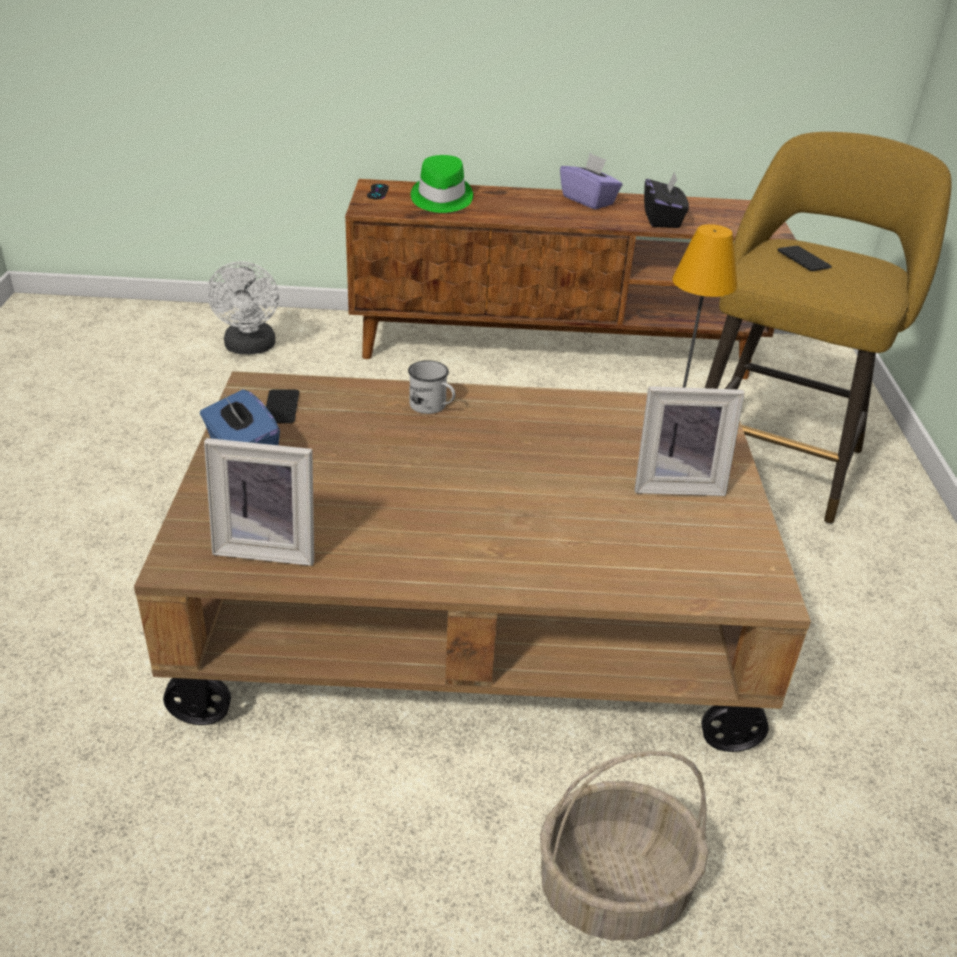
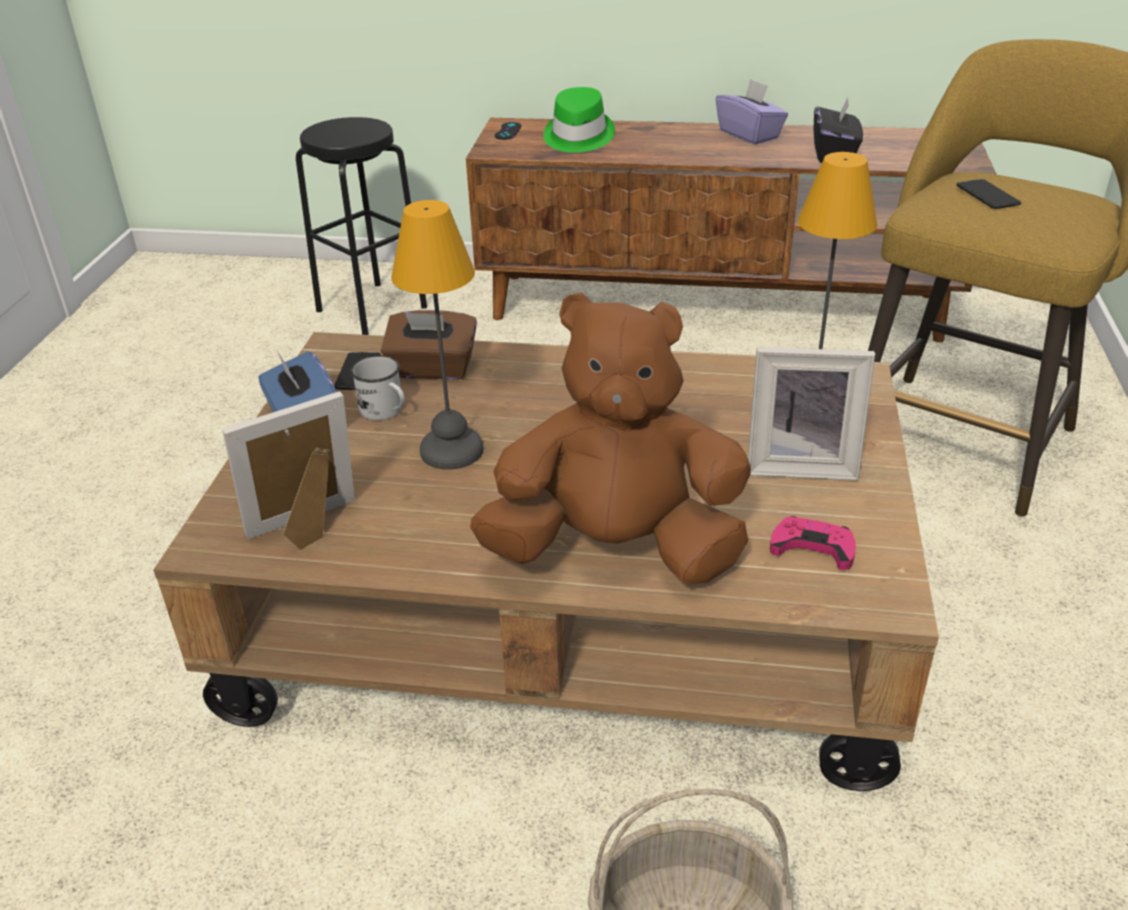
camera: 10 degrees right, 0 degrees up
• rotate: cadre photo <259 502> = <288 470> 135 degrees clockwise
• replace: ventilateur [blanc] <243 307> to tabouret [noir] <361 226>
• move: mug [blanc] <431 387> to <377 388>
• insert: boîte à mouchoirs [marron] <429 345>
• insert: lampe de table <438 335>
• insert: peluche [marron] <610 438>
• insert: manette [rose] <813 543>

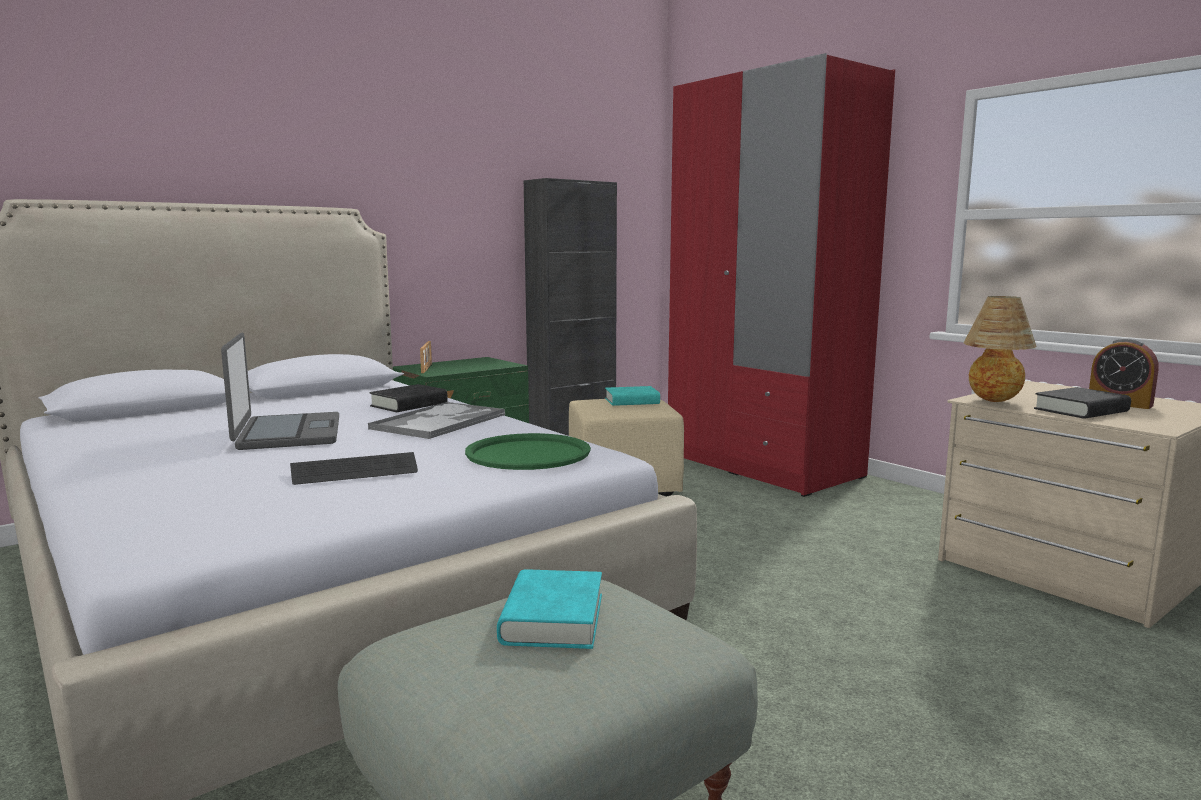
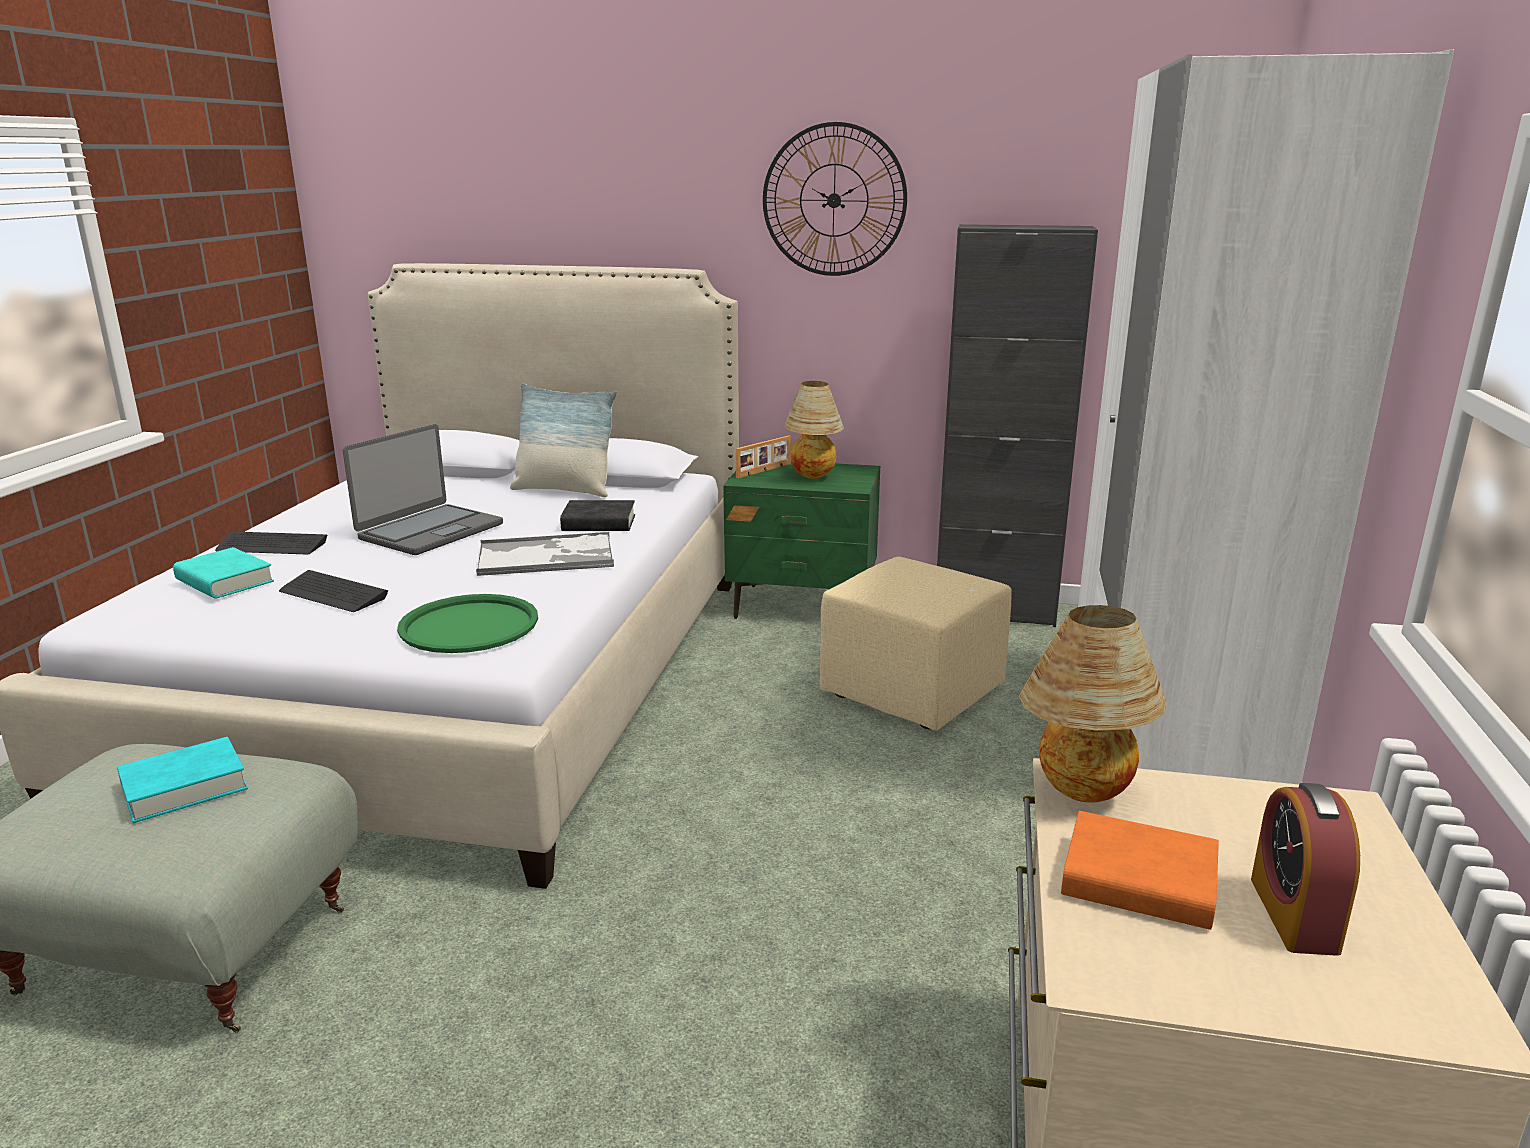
camera: 50 degrees right, 10 degrees up
• move: livre [turquoise] <632 396> to <223 573>
• insert: clavier <271 542>
• insert: coussin <563 440>
• insert: horloge murale <835 199>
• insert: lampe de table <814 430>
• recolor: livre [noir] <1082 403> to livre [orange] <1140 870>
• recolor: armoire [rouge] <781 275> to armoire [blanc] <1266 416>

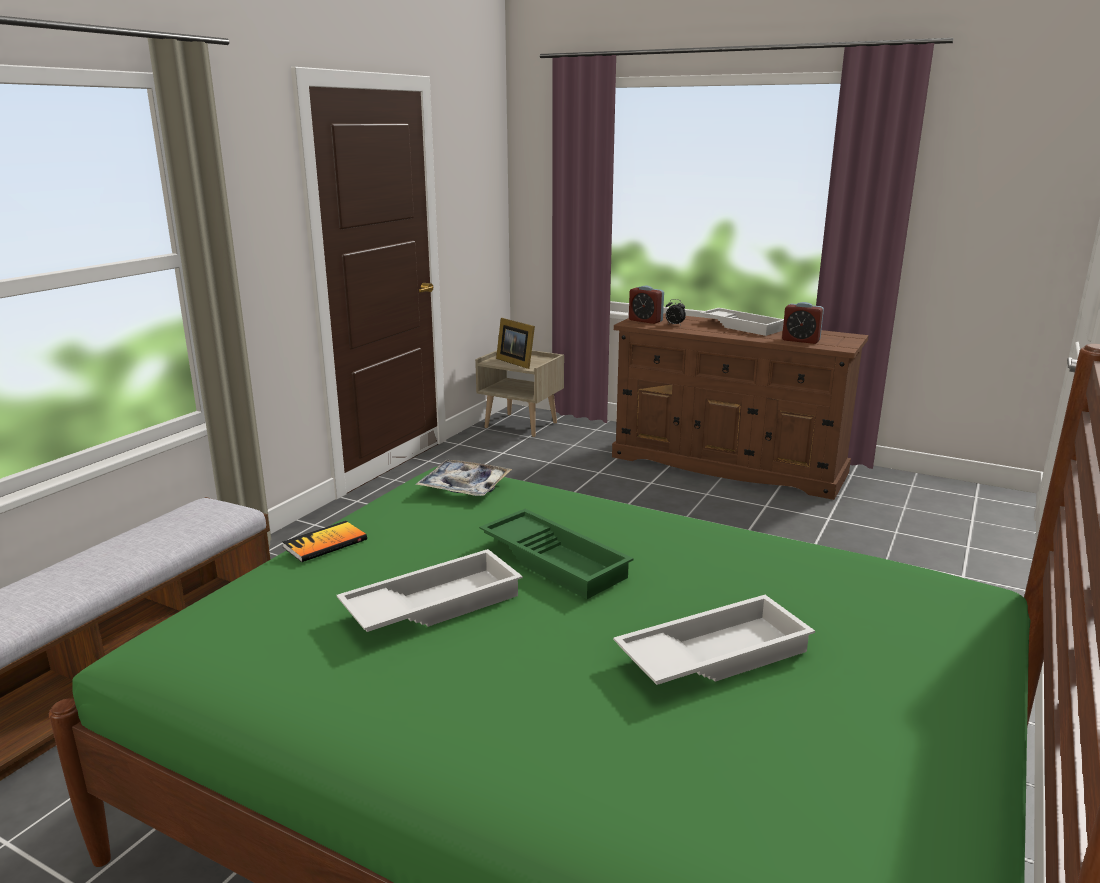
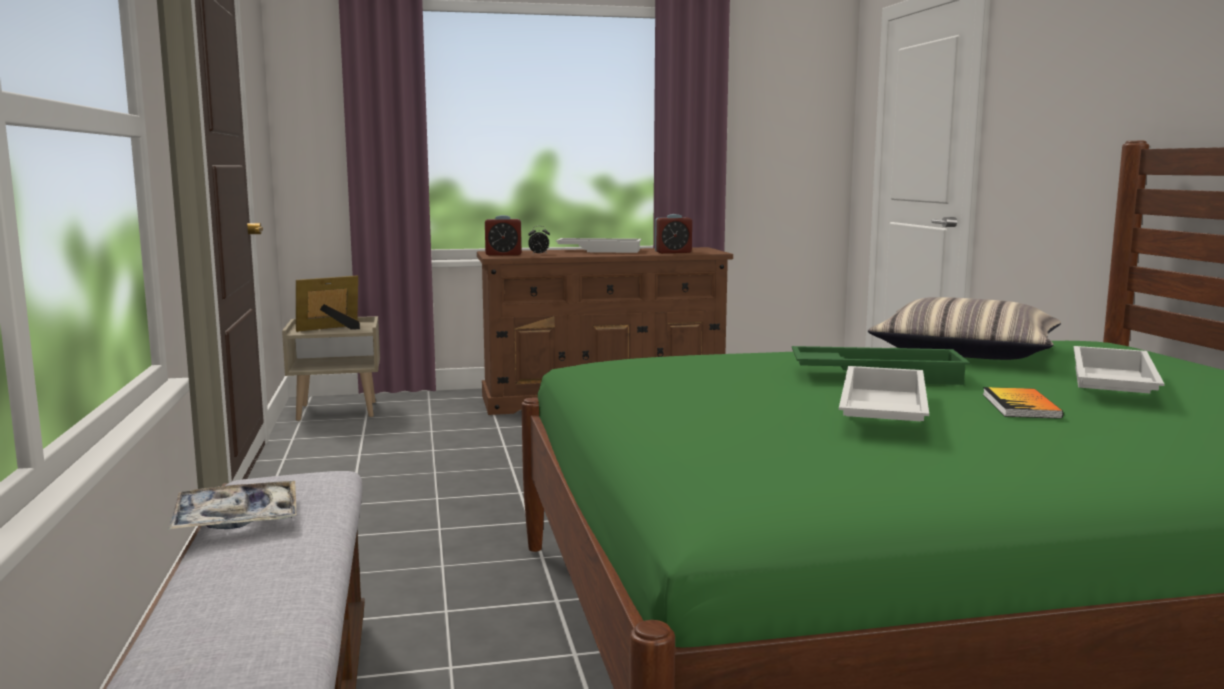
camera: 40 degrees left, 10 degrees down
• move: plateau <463 478> to <232 505>
• rotate: cadre photo <515 343> = <328 304> 135 degrees clockwise
• insert: coussin <964 328>
• move: livre <324 541> to <1023 403>

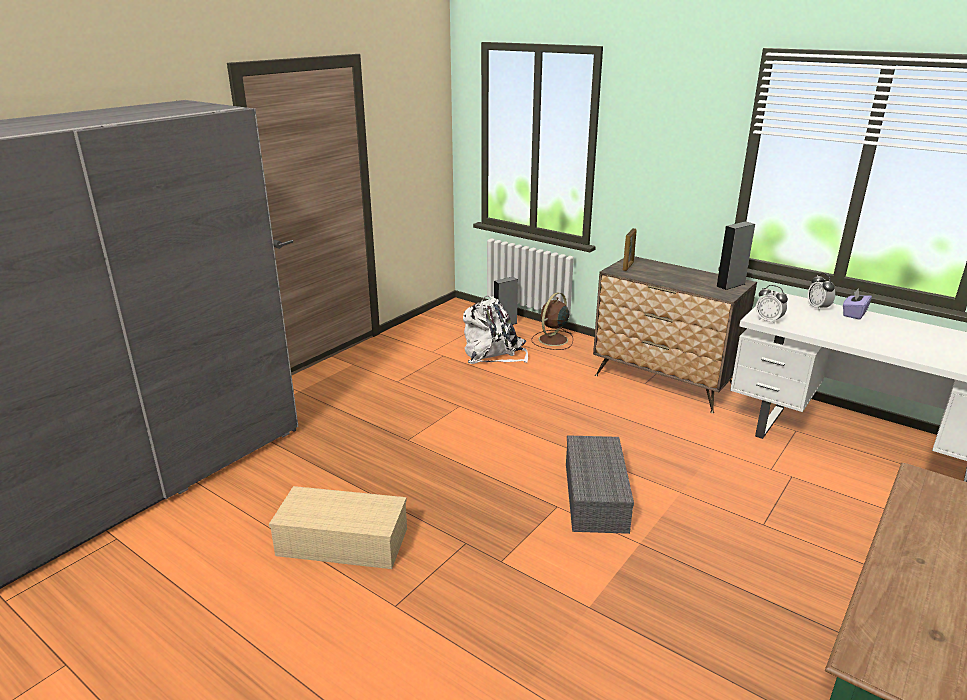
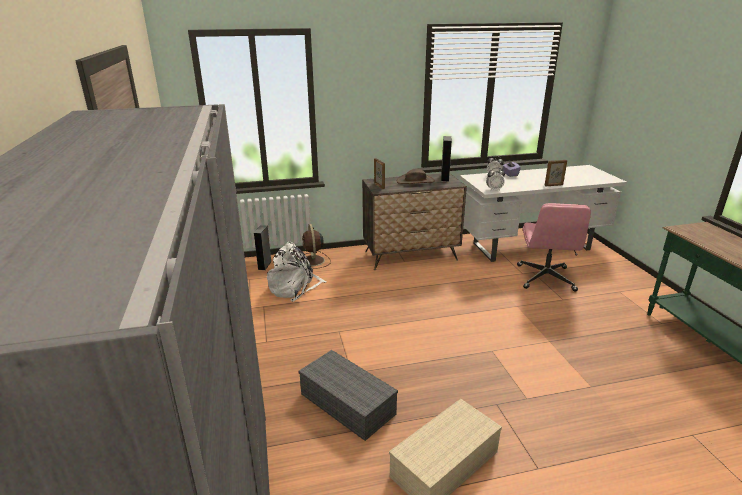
camera: 50 degrees left, 0 degrees up
• move: boîte de rangement [gris] <600 484> to <348 395>
• insert: chapeau [marron] <416 176>
• insert: chaise de bureau [rose] <554 247>
• insert: cadre photo <555 173>

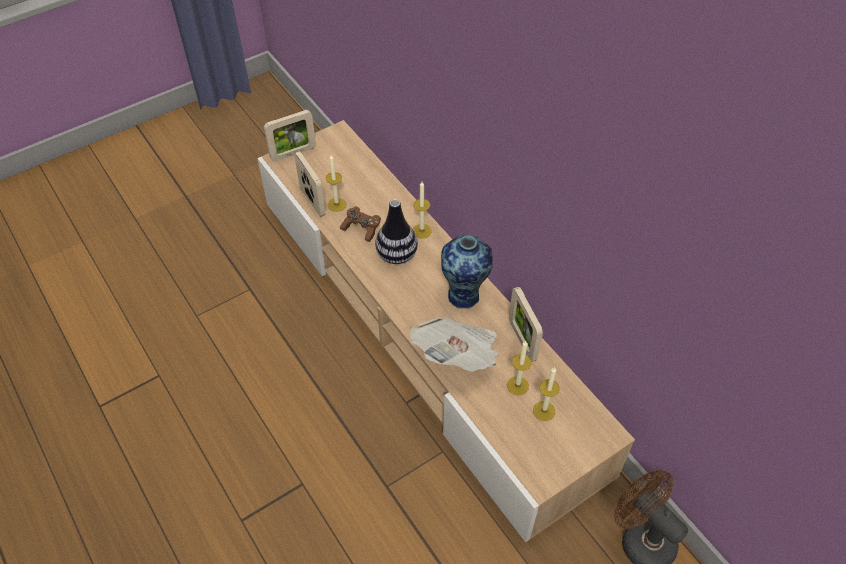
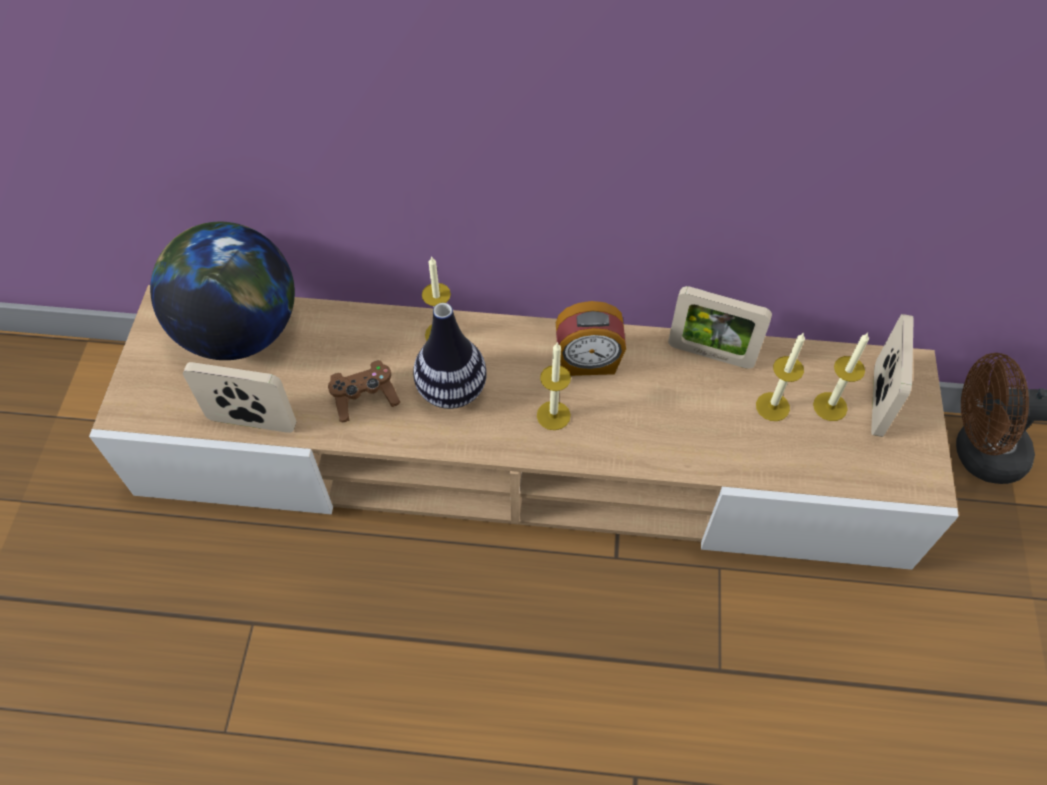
camera: 50 degrees left, 5 degrees up
• insert: globe <222 290>
• move: bougie <336 183> to <554 386>
• replace: vase <467 273> to réveil <591 338>
• move: cadre photo <290 136> to <892 375>
• delete: journal <454 343>

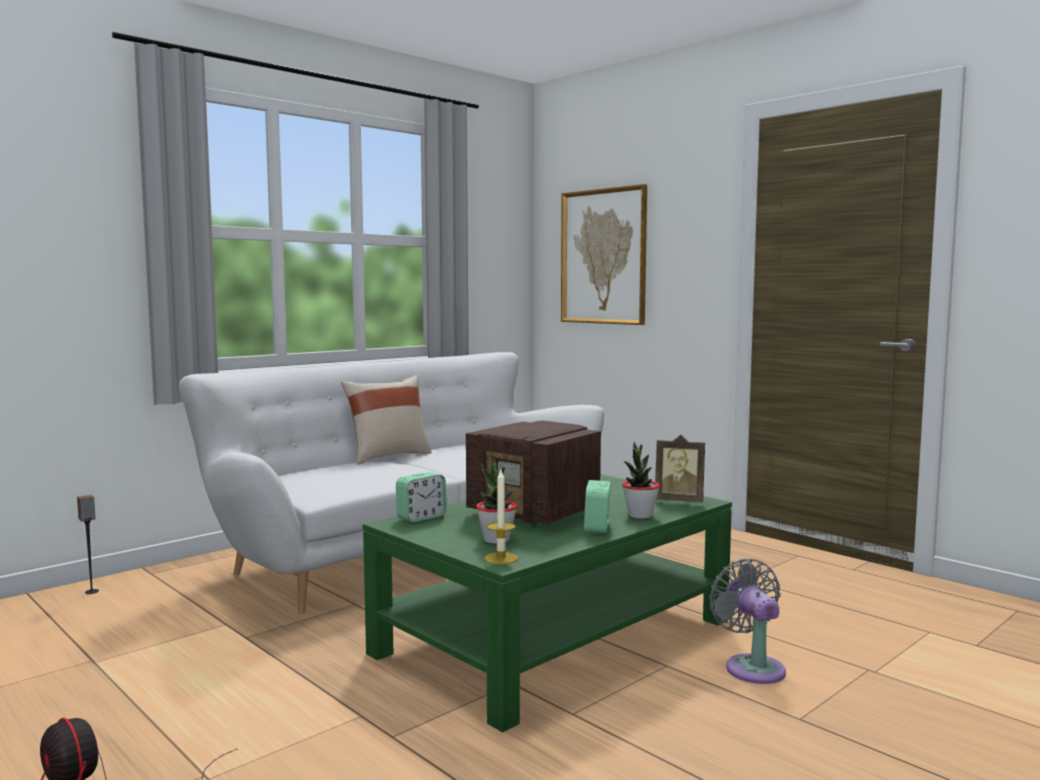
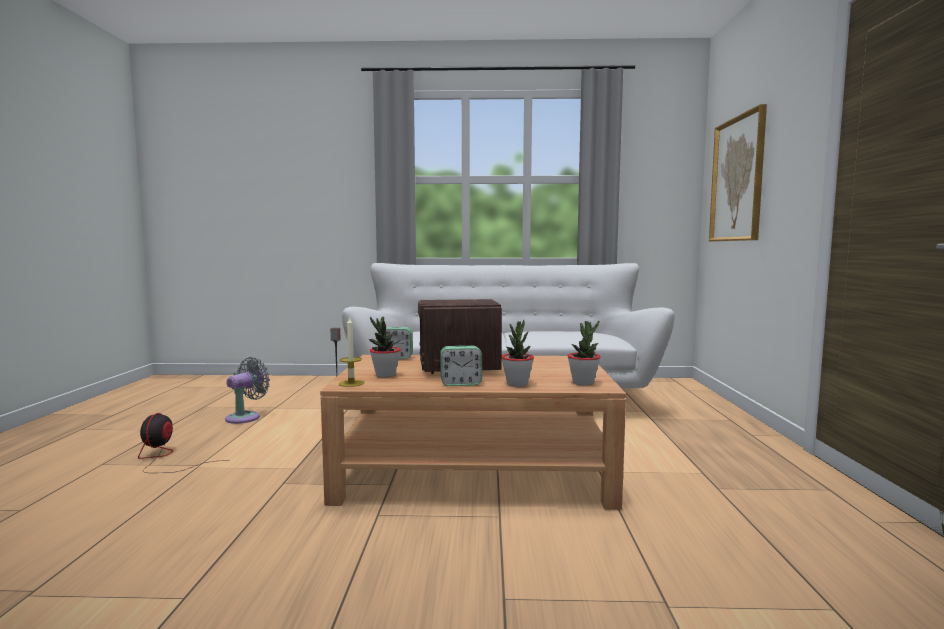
camera: 45 degrees right, 0 degrees up
• move: ventilateur [gris] <747 621> to <247 390>
• recolor: table basse [vert] <547 603> to table basse [marron] <473 432>
• rotate: réveil <597 507> = <461 366> 150 degrees counterclockwise
• replace: cadre photo <680 468> to plante en pot <583 353>
• delete: coussin [beige] <386 419>

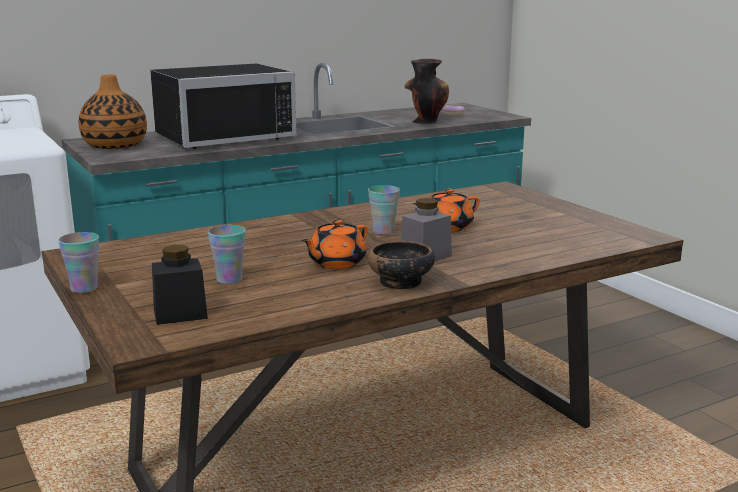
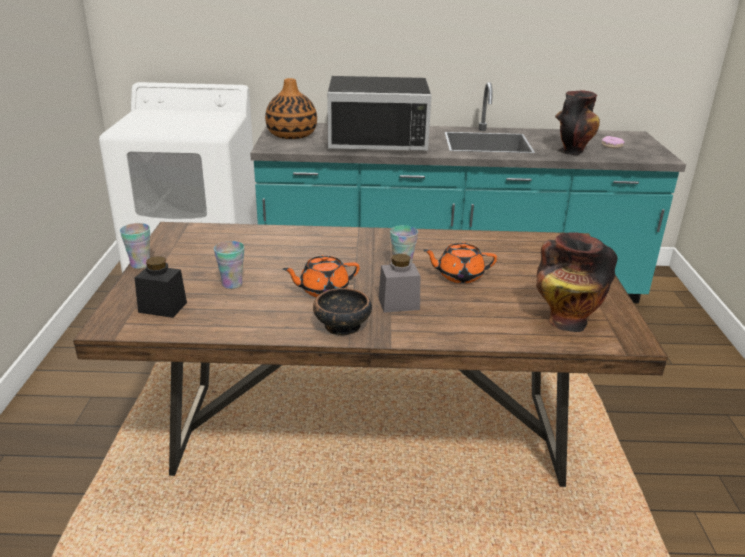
camera: 30 degrees right, 10 degrees up
• insert: vase <577 282>

